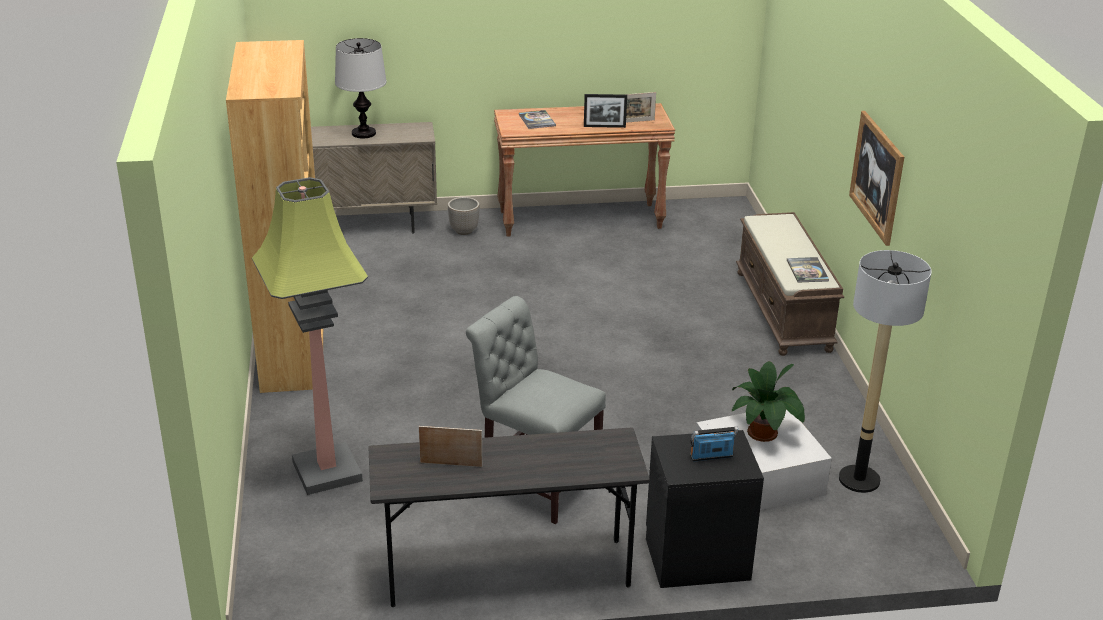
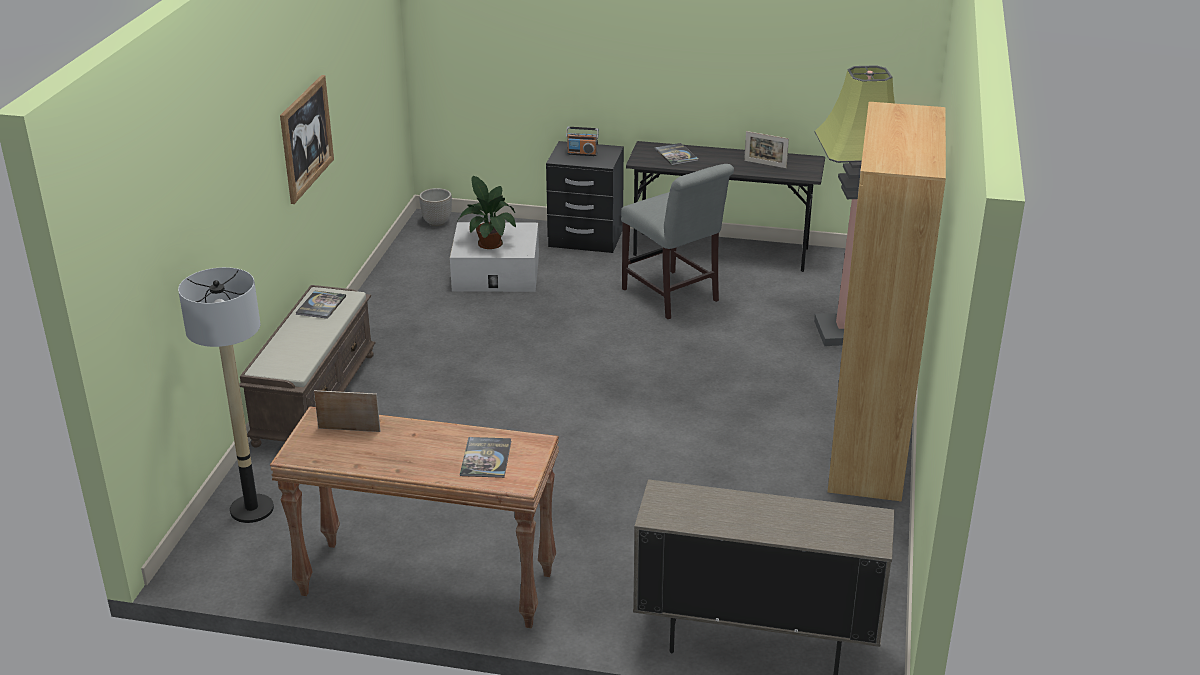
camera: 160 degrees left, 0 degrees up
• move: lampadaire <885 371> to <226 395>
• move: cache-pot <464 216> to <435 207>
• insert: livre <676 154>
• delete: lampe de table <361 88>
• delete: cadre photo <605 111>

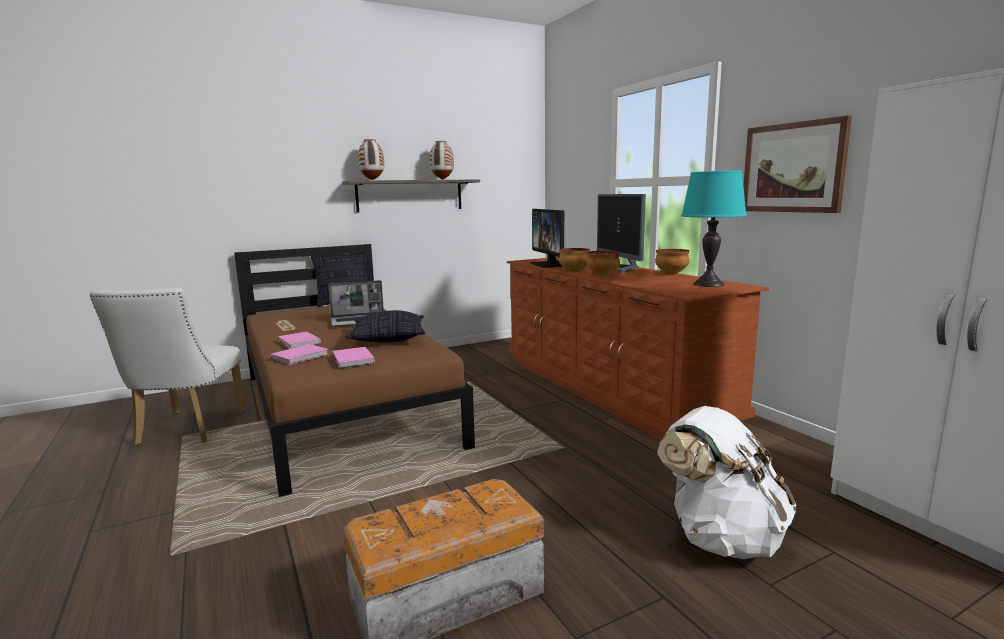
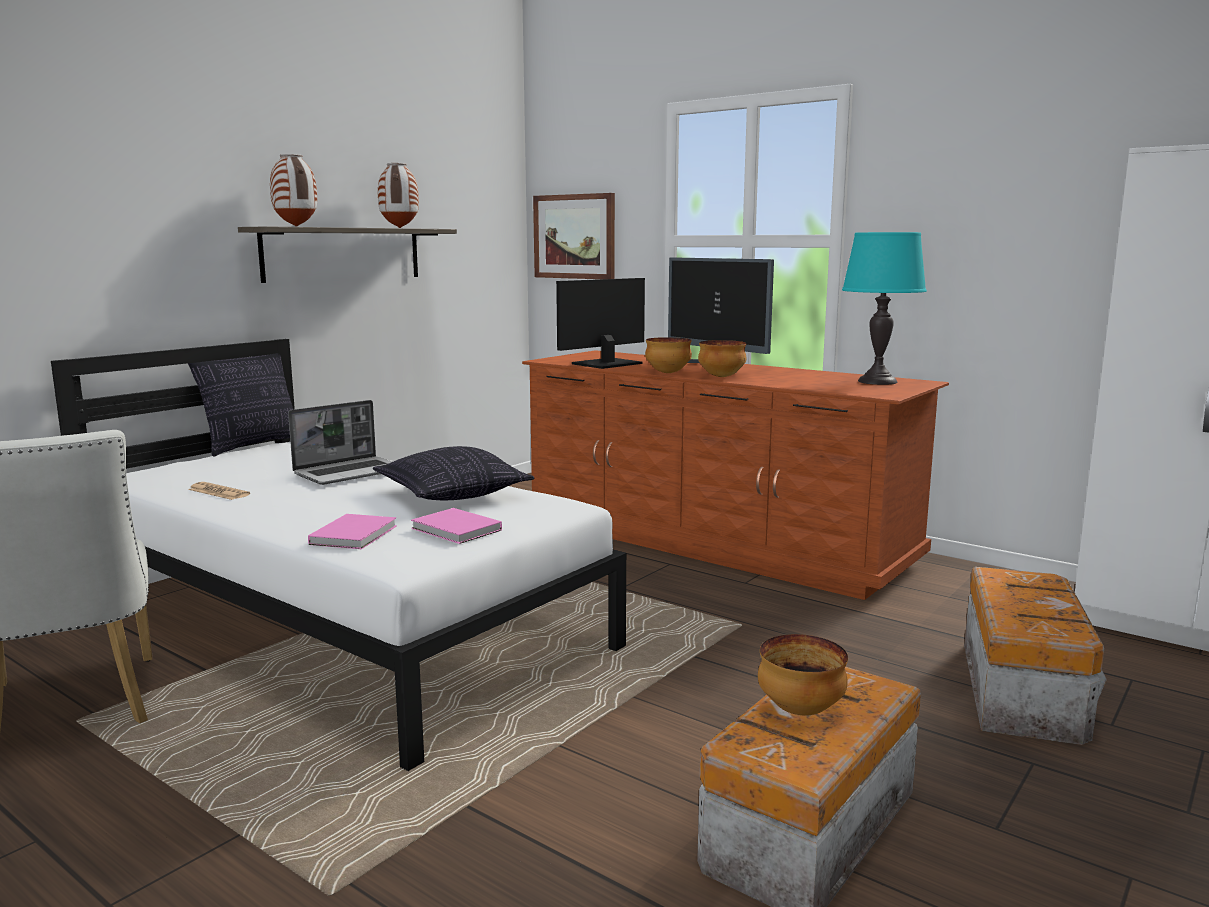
camera: 25 degrees left, 0 degrees up
• recolor: lit [marron] <354 370> to lit [blanc] <338 555>
• move: tableau <797 164> to <574 236>
• rotate: écran d'ordinateur <547 238> = <600 323> 90 degrees clockwise
• move: bol <672 261> to <803 675>
• replace: sac à dos [blanc] <727 482> to boîte de rangement <1035 656>
• delete: livre [rose] <299 340>

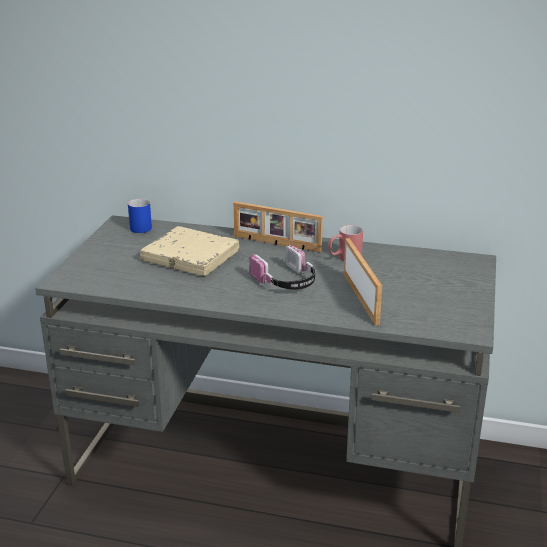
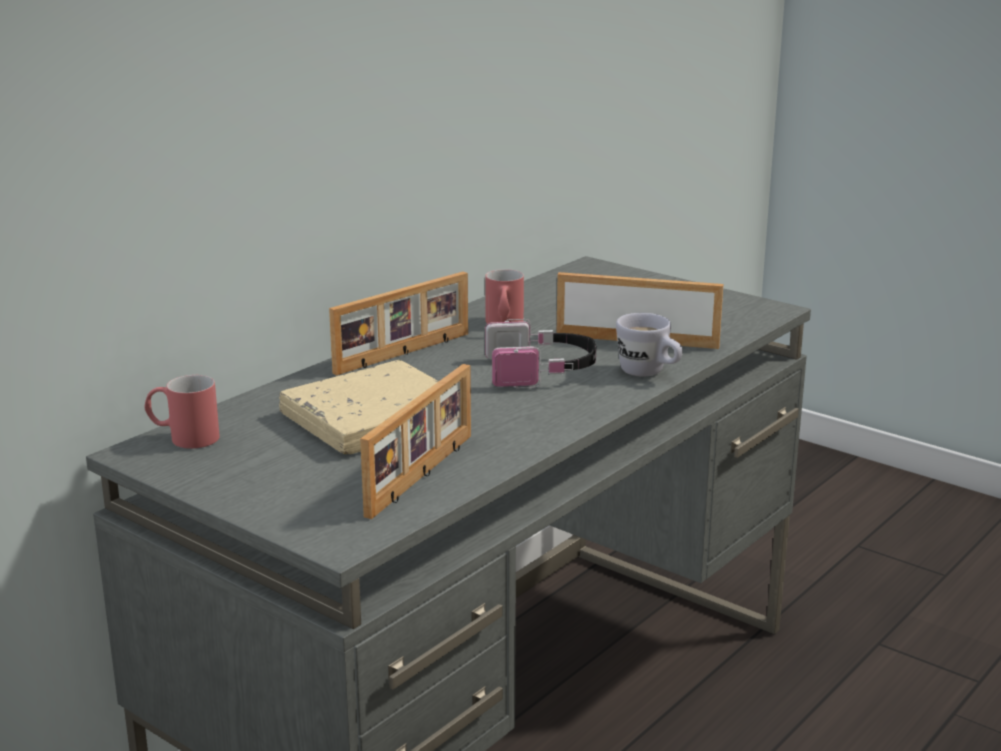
camera: 65 degrees left, 5 degrees down
• recolor: mug [bleu] <140 216> to mug [rouge] <182 412>
• insert: cadre photo <415 441>
• insert: mug [blanc] <649 345>

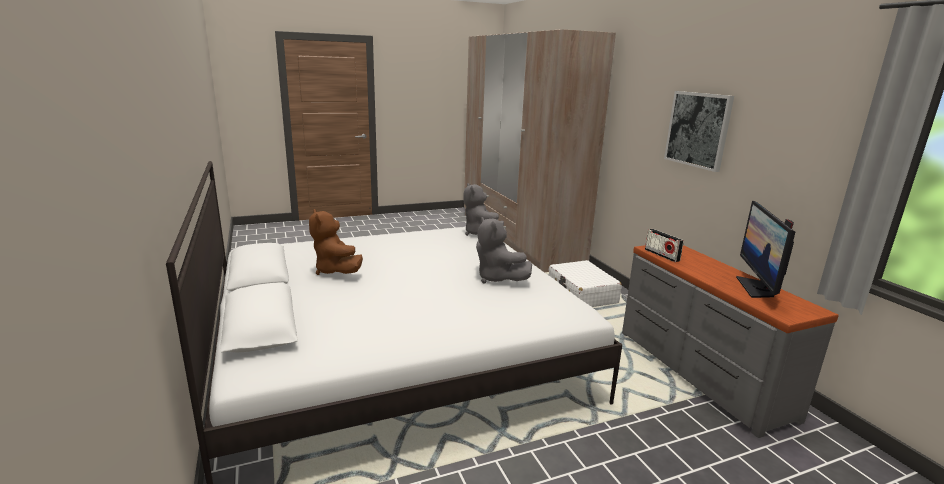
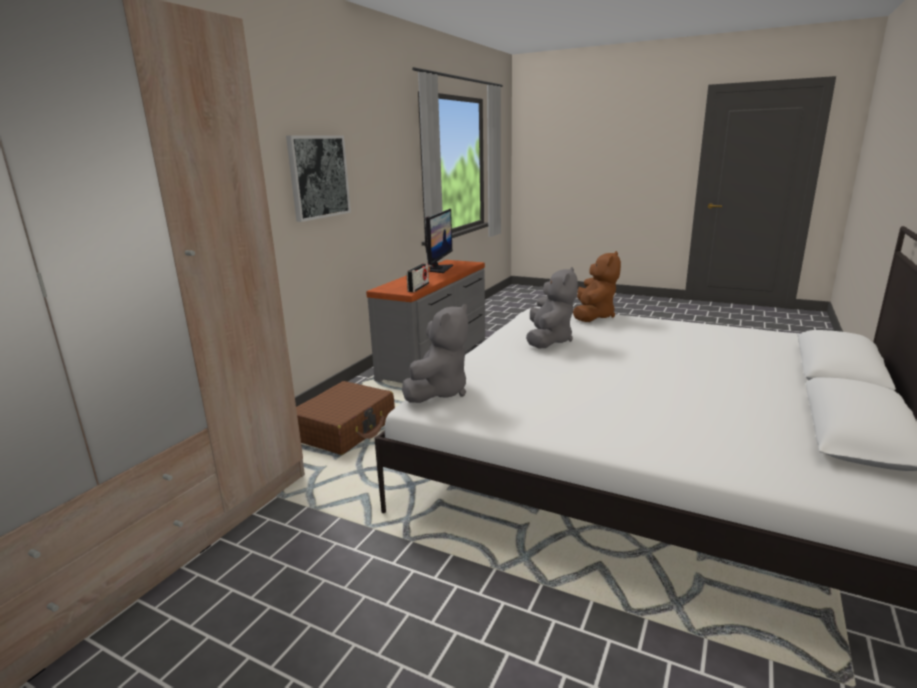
camera: 130 degrees left, 0 degrees up
• recolor: valise [blanc] <585 283> to valise [marron] <345 418>
• rotate: écran d'ordinateur <765 249> = <439 241> 45 degrees counterclockwise
• move: peluche [marron] <336 242> to <597 286>

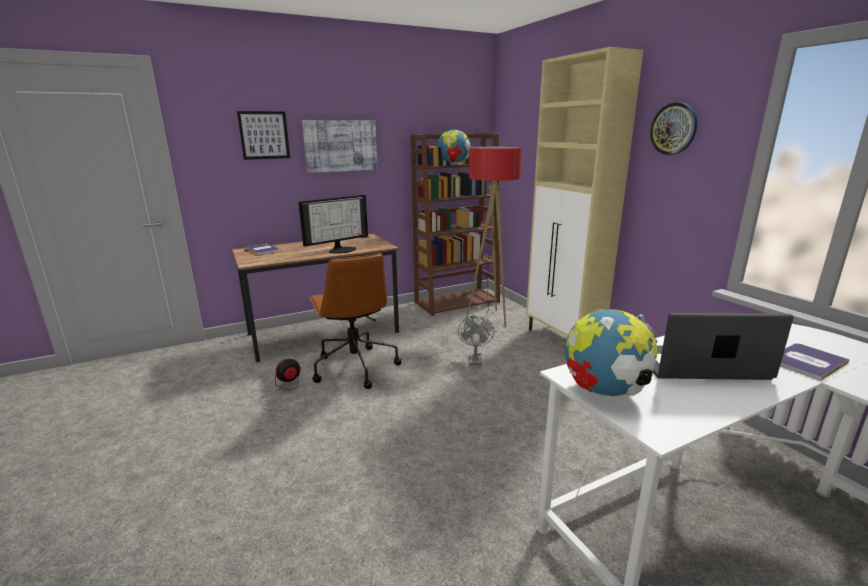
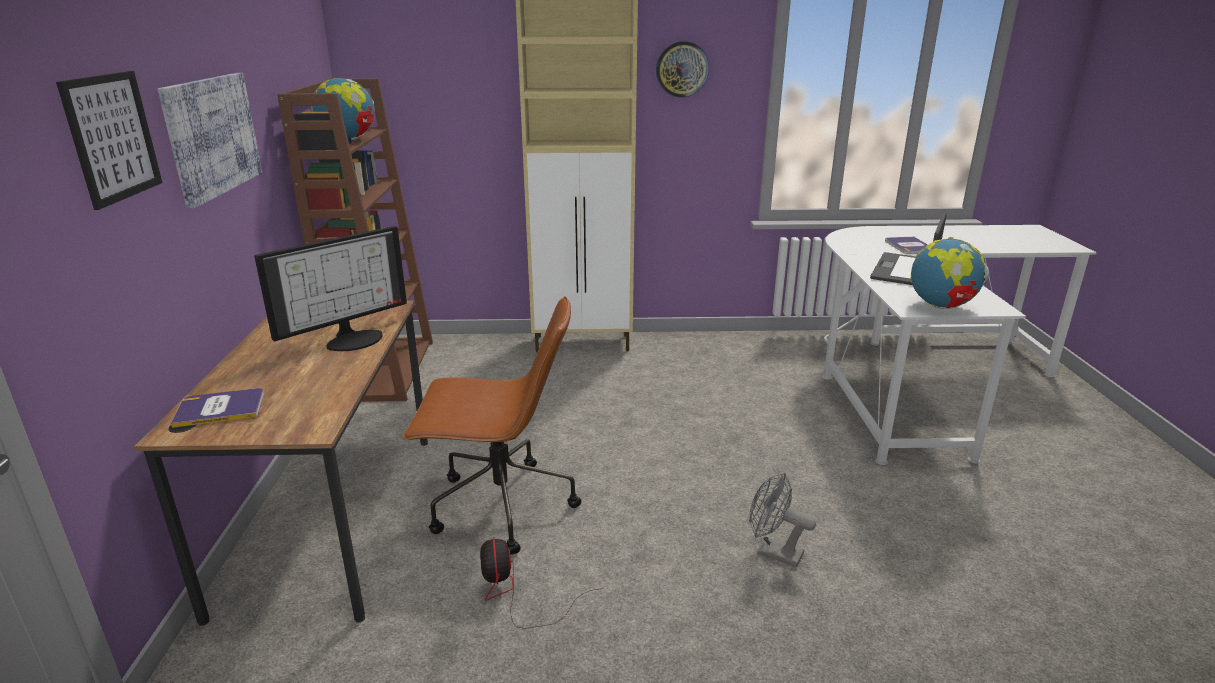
camera: 65 degrees left, 5 degrees up
• rotate: écran d'ordinateur <333 224> = <330 288> 60 degrees clockwise
• move: ventilateur [gris] <476 341> to <782 520>
• delete: lampadaire <494 237>

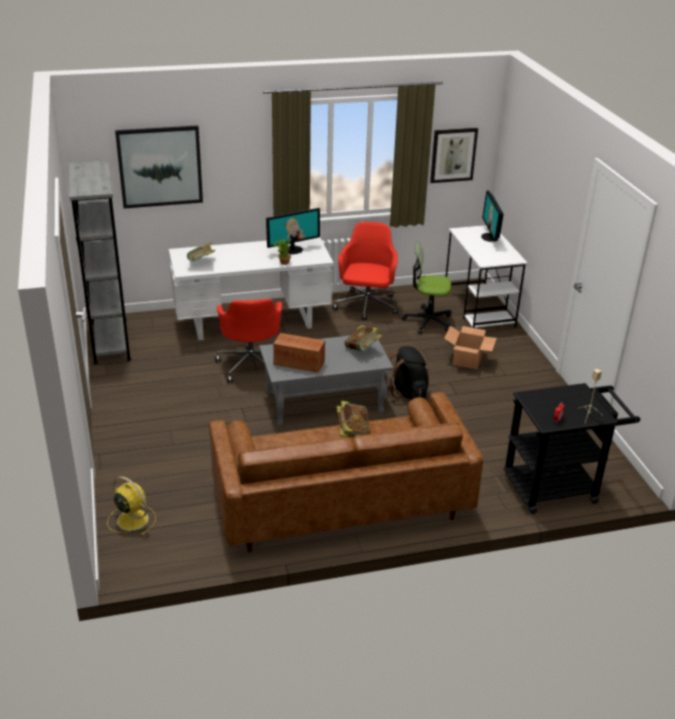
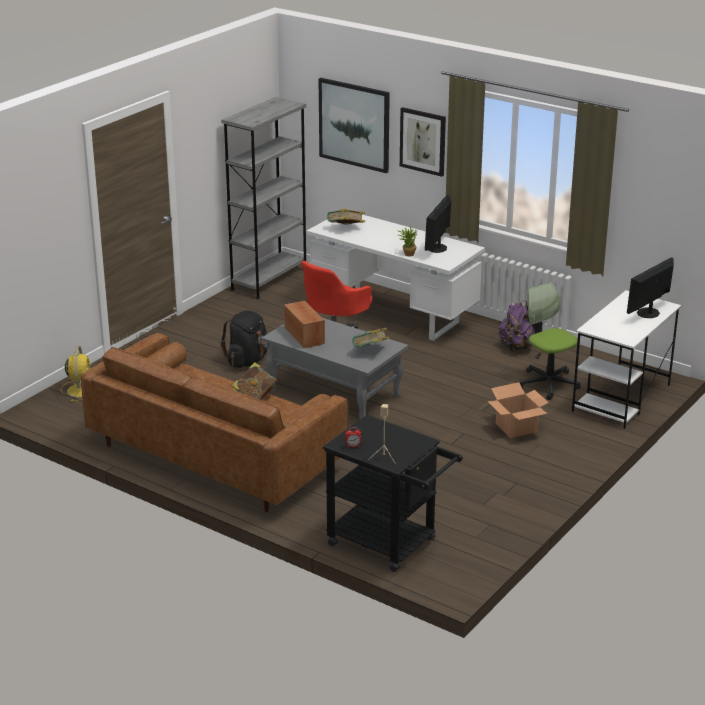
camera: 50 degrees right, 5 degrees down
• move: sac à dos [noir] <407 373> to <245 339>
• move: tableau <454 155> to <423 142>
• rotate: écran d'ordinateur <293 231> = <438 224> 90 degrees clockwise
• replace: chaise de bureau [rouge] <365 271> to sac à dos [violet] <516 326>

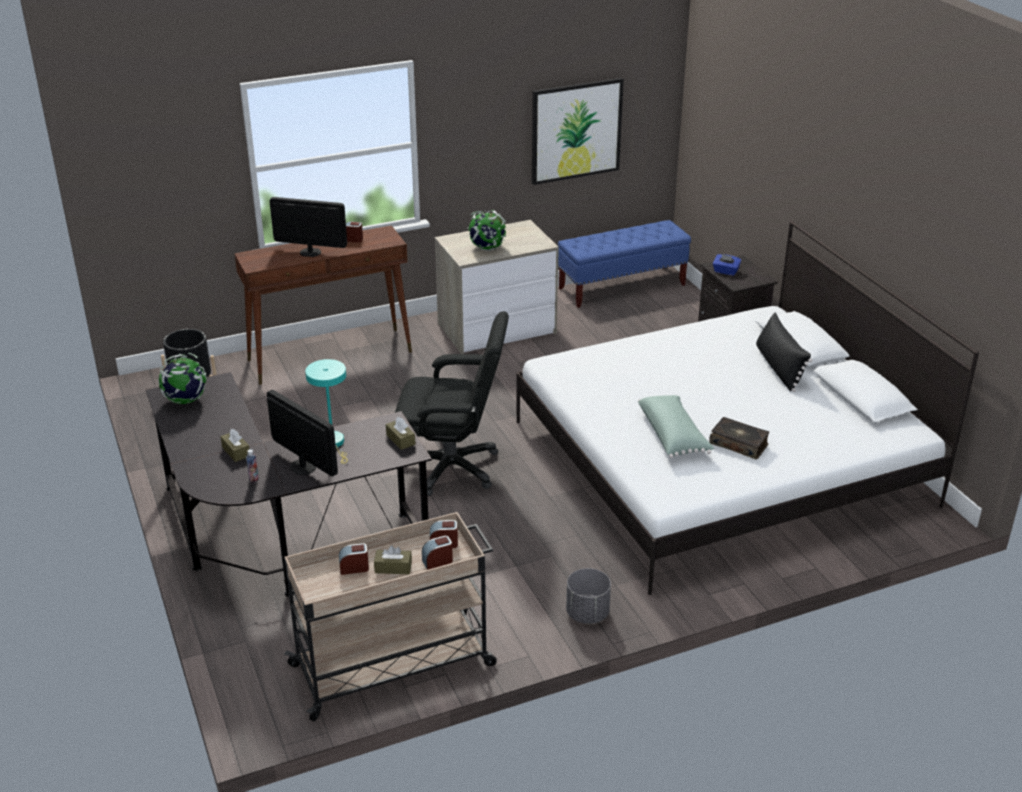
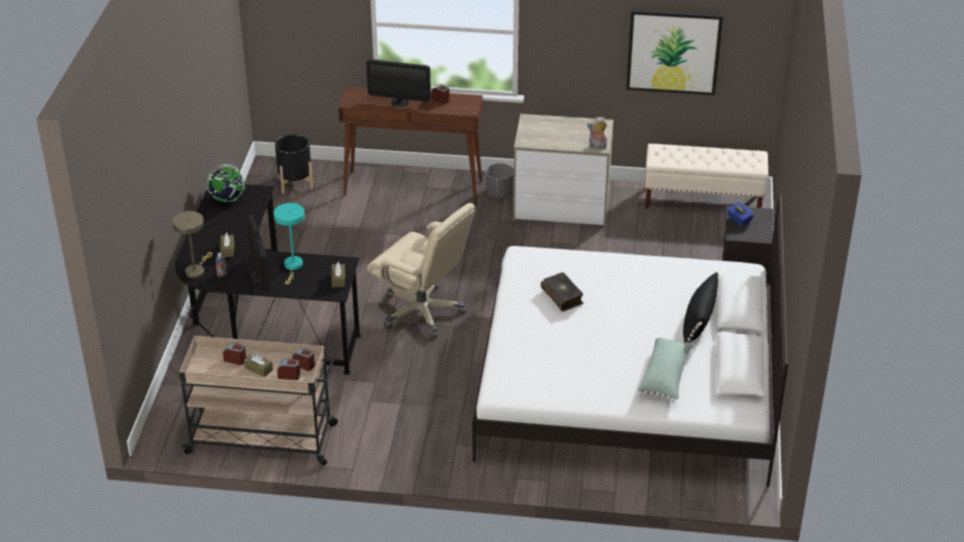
camera: 30 degrees right, 5 degrees up
• insert: lampe de table [beige] <192 245>
• rotate: écran d'ordinateur <308 227> = <398 83> 150 degrees clockwise
• recolor: chaise de bureau [noir] <452 403> to chaise de bureau [beige] <421 271>
• move: cache-pot [gris] <588 596> to <500 180>
• move: livre <739 438> to <562 291>
• insert: peluche <597 133>
• move: coussin [vert] <676 426> to <665 369>
• recolor: banc [bleu] <624 264> to banc [beige] <706 176>
• delete: globe <486 230>

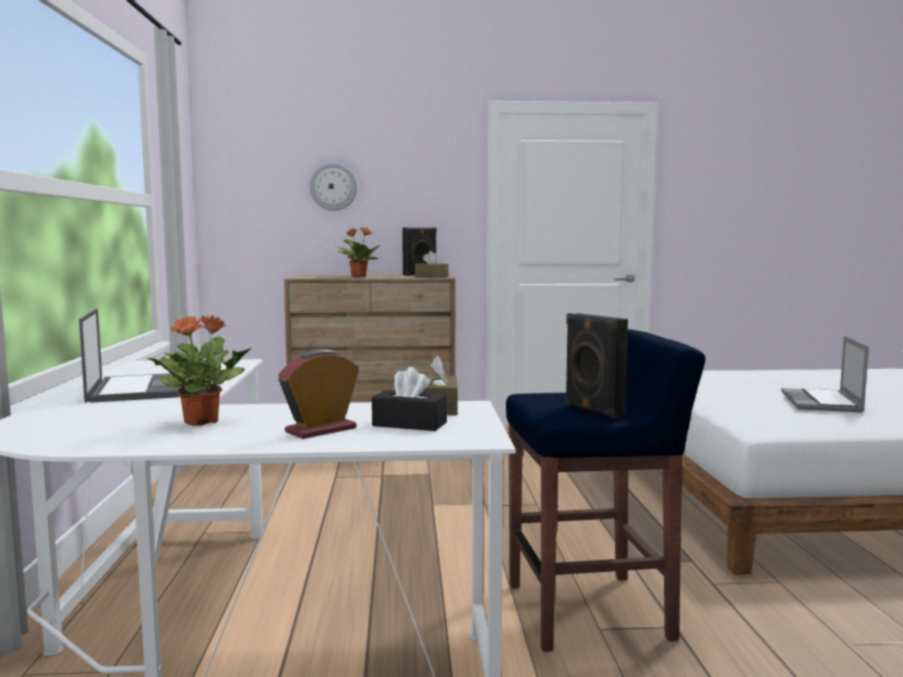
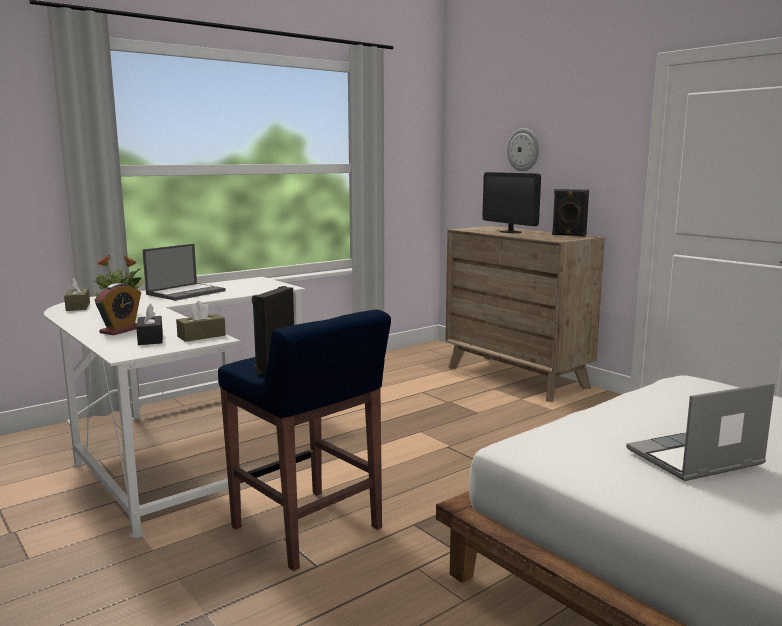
camera: 55 degrees right, 5 degrees up
• move: boîte à mouchoirs [marron] <432 264> to <77 294>
• rotate: réveil <318 394> = <118 309> 105 degrees clockwise
• replace: plante en pot <358 252> to écran d'ordinateur <512 202>

